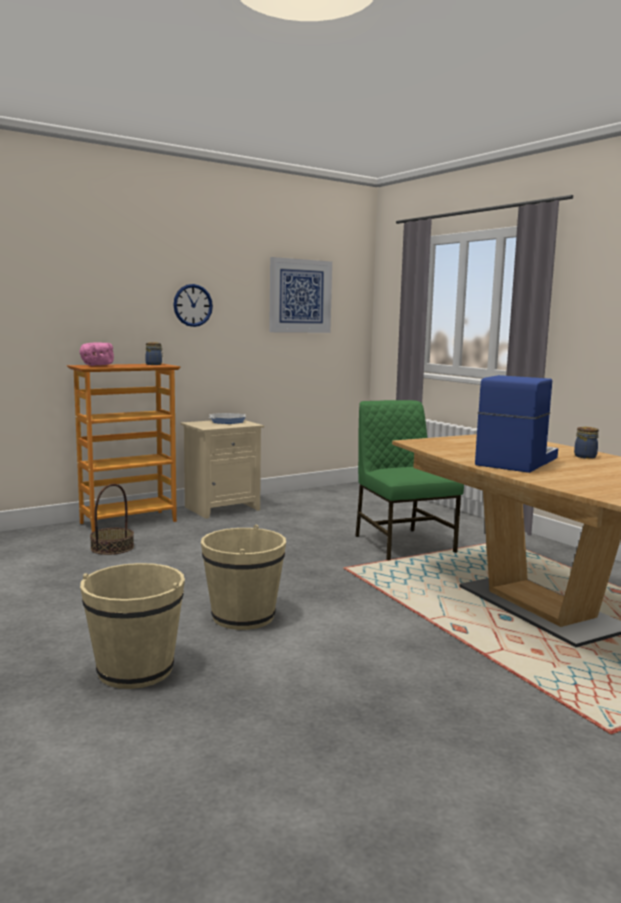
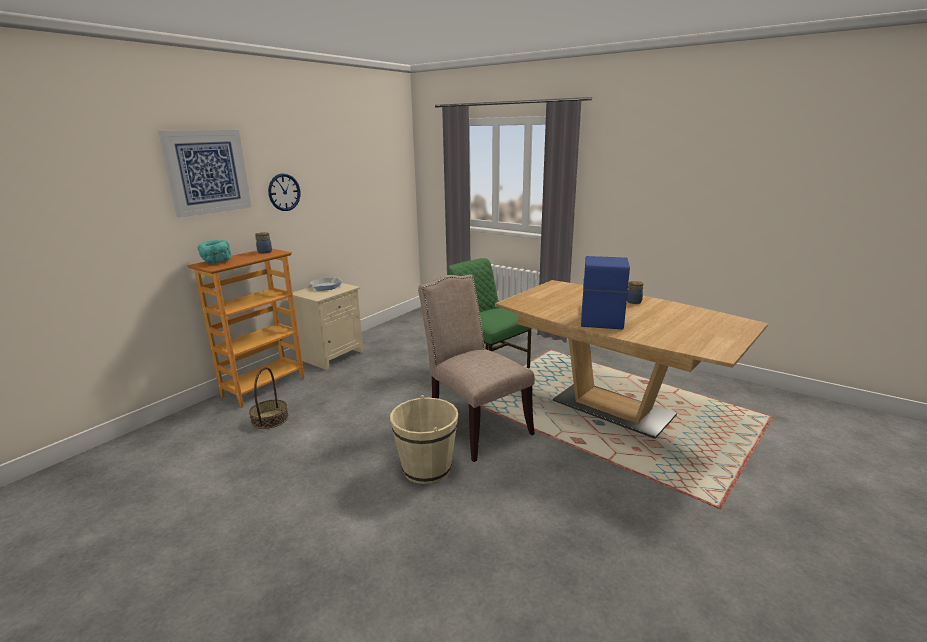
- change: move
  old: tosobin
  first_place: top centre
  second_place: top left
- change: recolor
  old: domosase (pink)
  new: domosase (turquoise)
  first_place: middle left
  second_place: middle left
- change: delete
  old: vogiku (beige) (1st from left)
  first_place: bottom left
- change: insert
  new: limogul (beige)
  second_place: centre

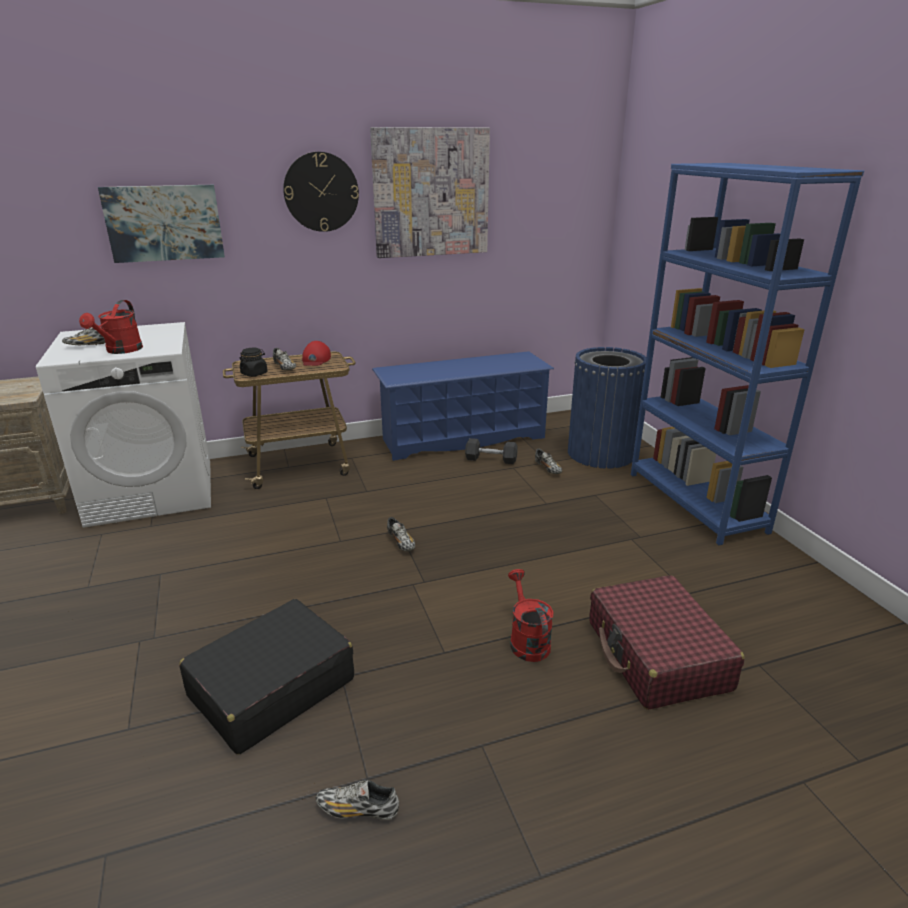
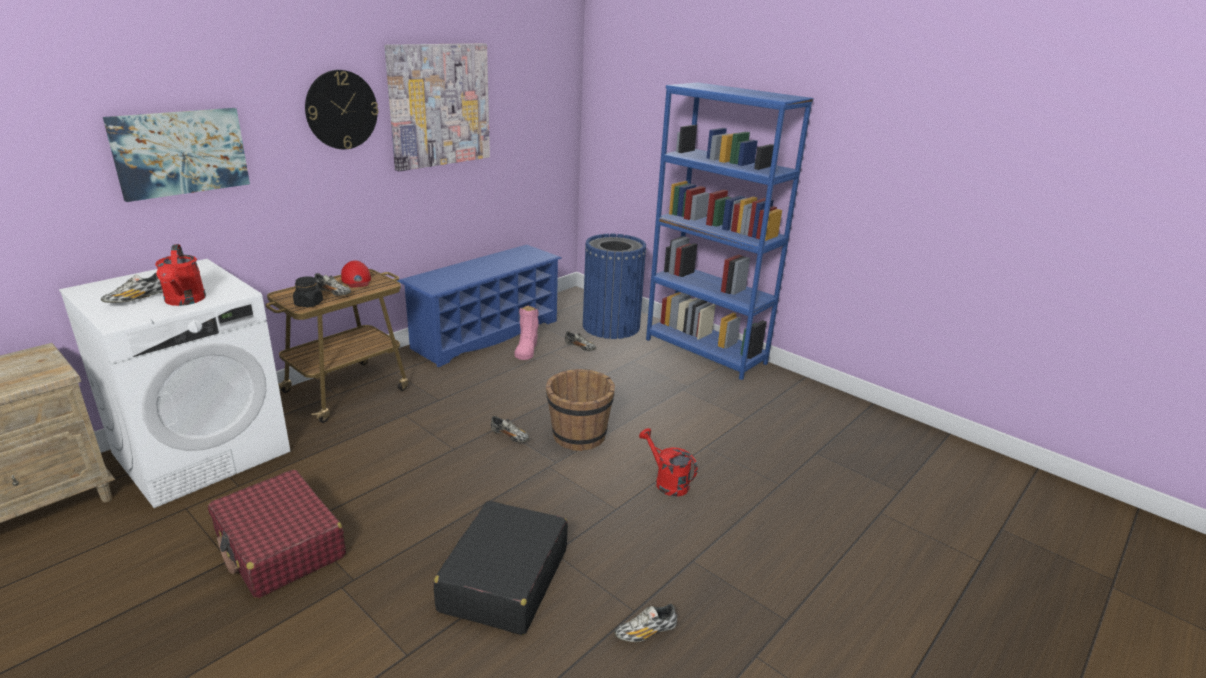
- change: replace
  old: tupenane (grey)
  new: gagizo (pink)
  first_place: centre
  second_place: centre
- change: move
  old: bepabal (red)
  first_place: bottom right
  second_place: bottom left
- change: insert
  new: vogiku (brown)
  second_place: centre

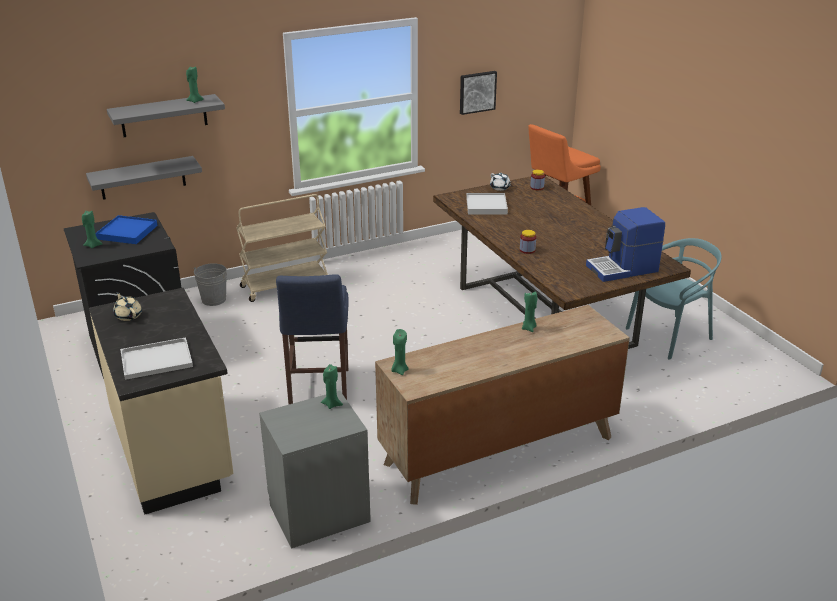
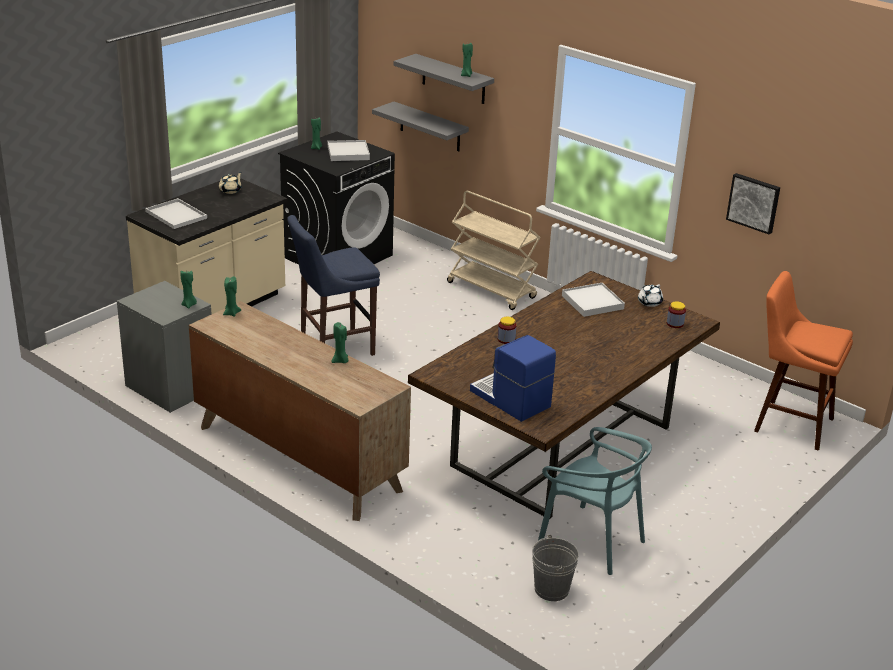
- change: recolor
  old: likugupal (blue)
  new: likugupal (white) (2nd from left)
  first_place: middle left
  second_place: top centre
- change: move
  old: vogiku (grey)
  first_place: middle left
  second_place: bottom centre

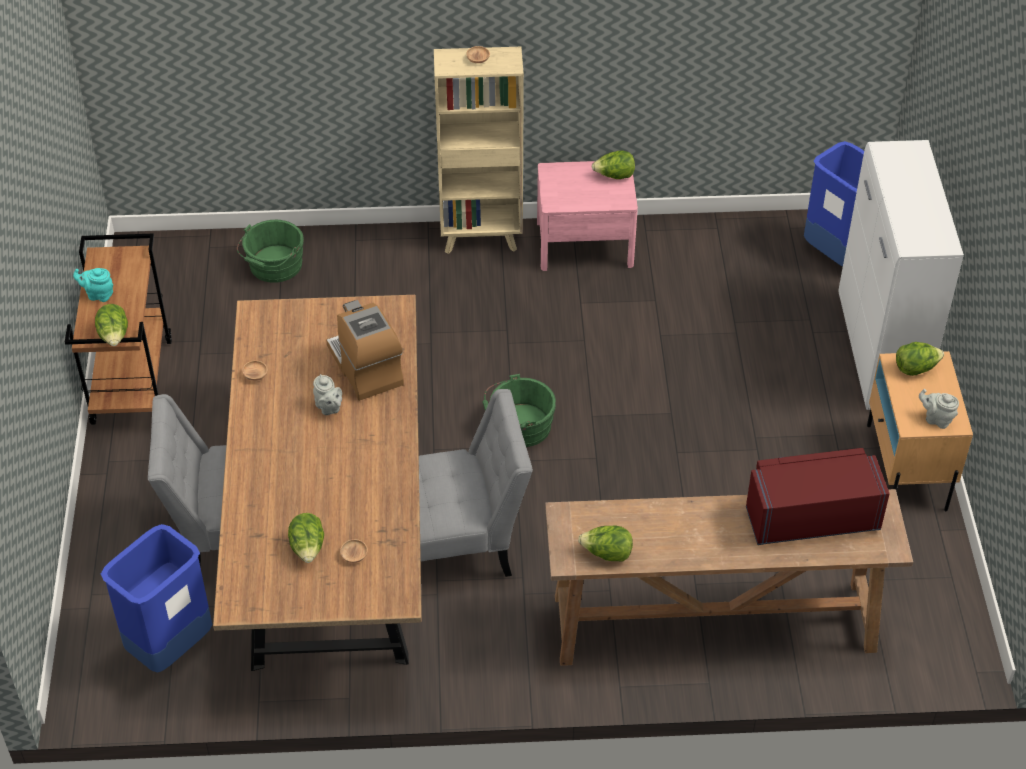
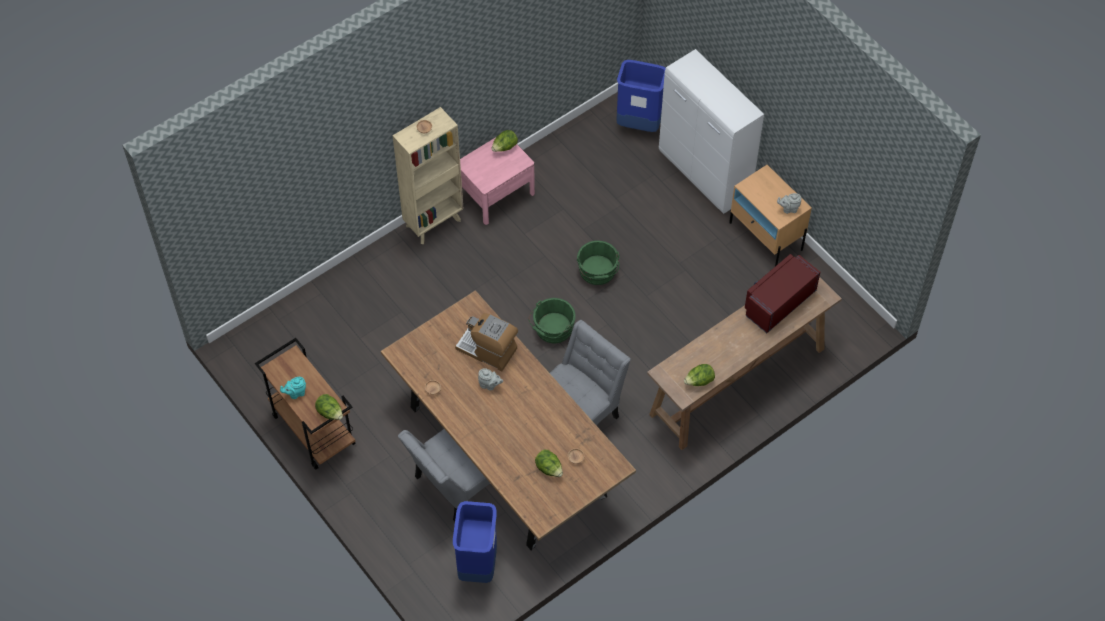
- change: move
  old: vogiku (green) (1st from left in the first image)
  new: vogiku (green) (2nd from left)
  first_place: top left
  second_place: centre
- change: delete
  old: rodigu (5th from left)
  first_place: middle right

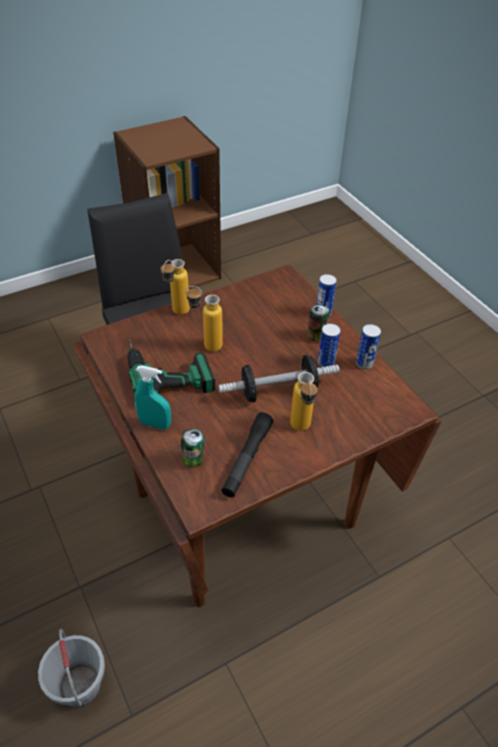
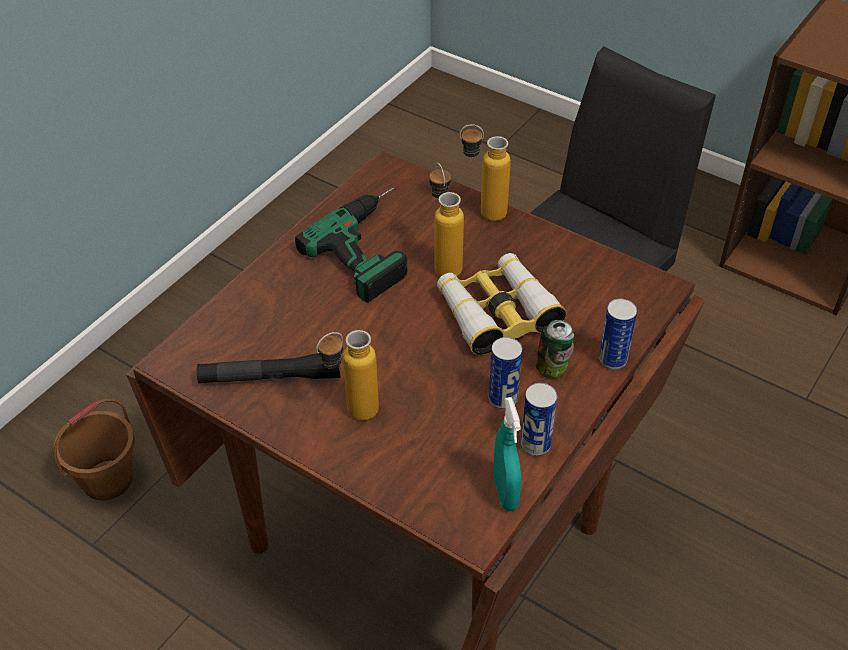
- change: delete
  old: tupenane
  first_place: centre
- change: move
  old: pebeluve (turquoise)
  first_place: middle left
  second_place: bottom centre
- change: delete
  old: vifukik (1st from left)
  first_place: centre
- change: recolor
  old: vogiku (grey)
  new: vogiku (brown)
  first_place: bottom left
  second_place: bottom left
- change: insert
  new: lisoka
  second_place: centre

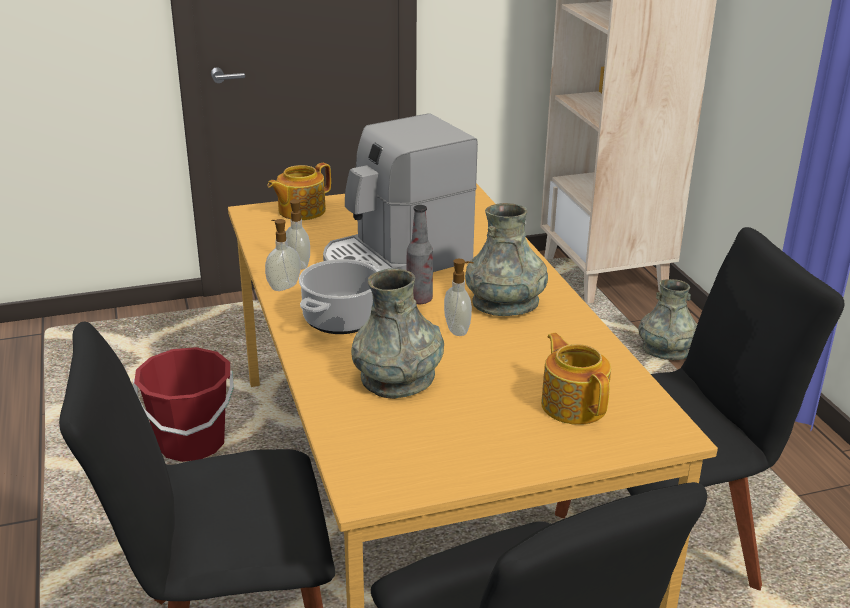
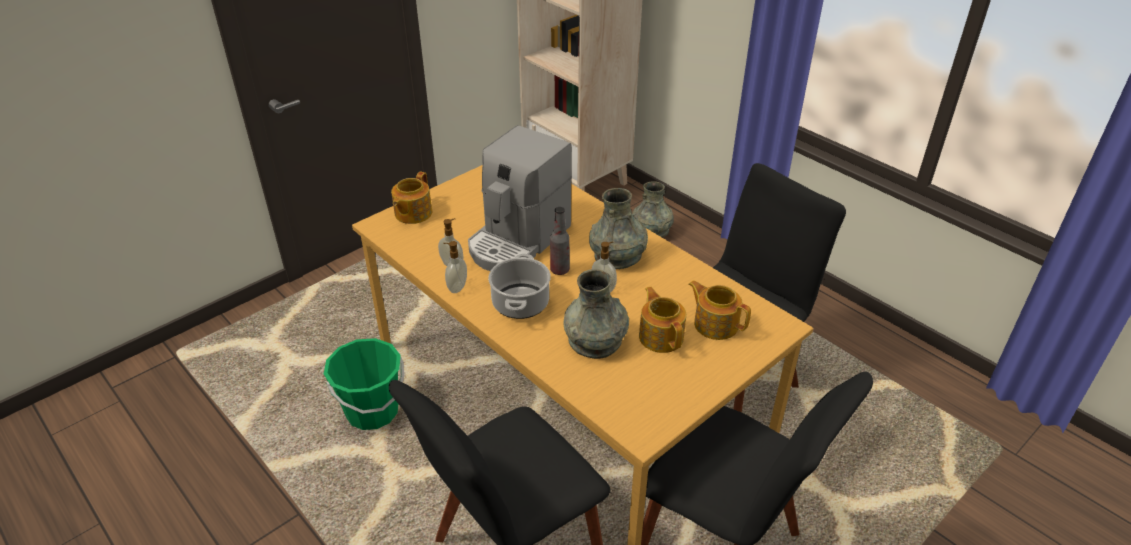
- change: recolor
  old: vogiku (red)
  new: vogiku (green)
  first_place: middle left
  second_place: bottom left
- change: insert
  new: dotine (2nd from left)
  second_place: centre

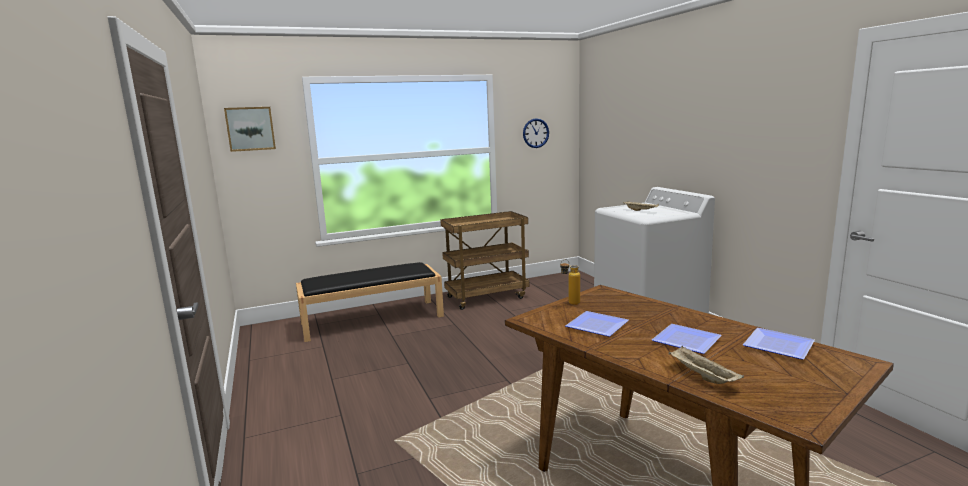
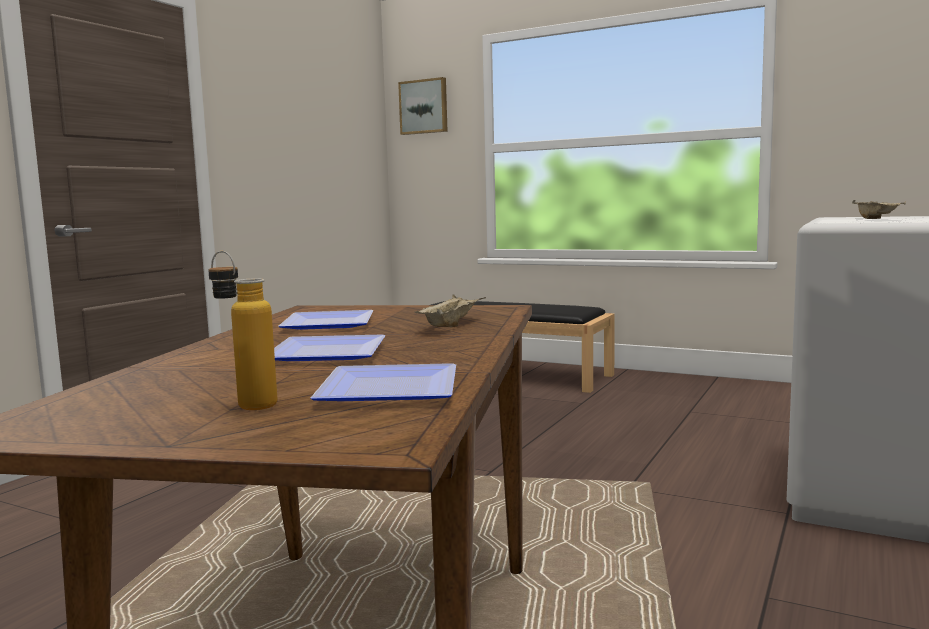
- change: delete
  old: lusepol
  first_place: top centre
- change: delete
  old: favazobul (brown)
  first_place: centre
- change: move
  old: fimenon
  first_place: centre
  second_place: middle left
- change: move
  old: likugupal (beige) (2nd from left in the first image)
  new: likugupal (beige) (1st from left)
  first_place: bottom right
  second_place: centre

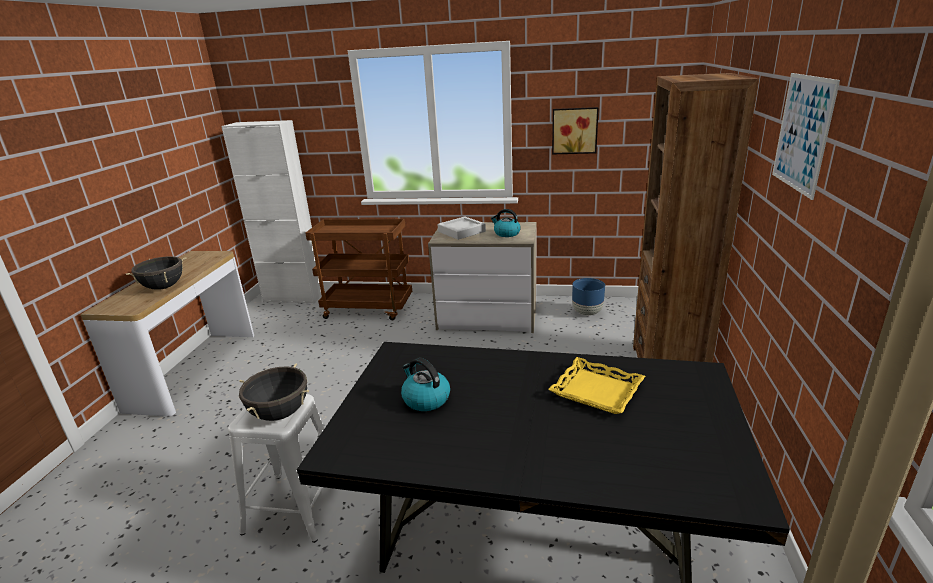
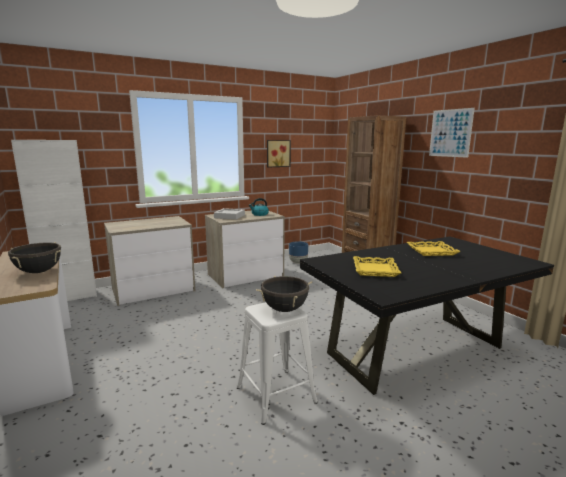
- change: replace
  old: favazobul (brown)
  new: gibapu (1st from left)
  first_place: centre
  second_place: middle left
- change: replace
  old: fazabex (1st from left)
  new: likugupal (yellow) (1st from left)
  first_place: centre
  second_place: centre

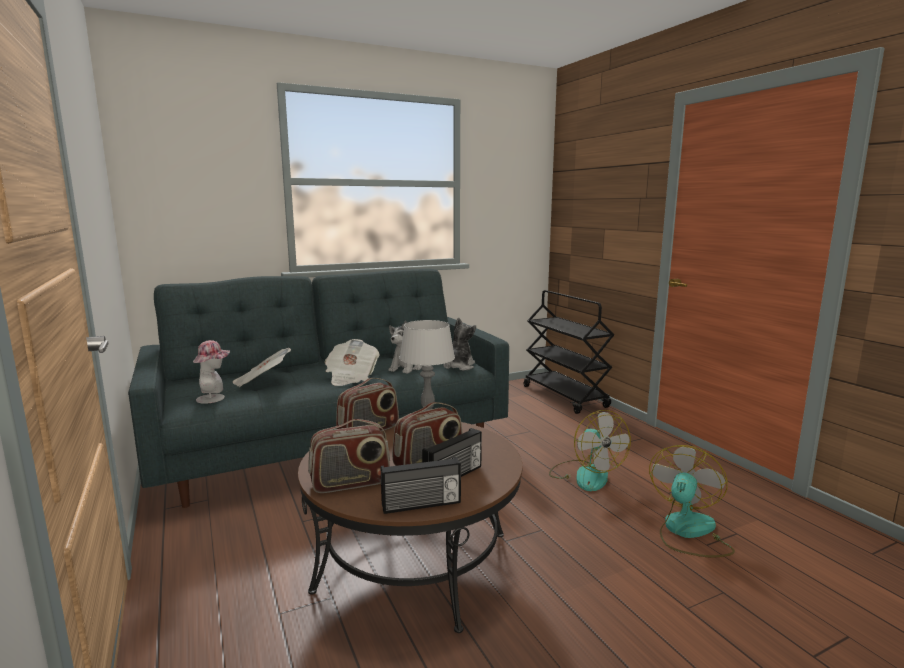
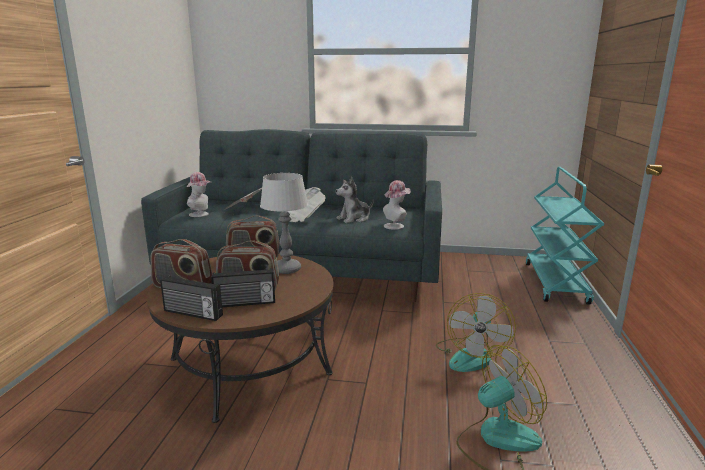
- change: recolor
  old: favazobul (black)
  new: favazobul (turquoise)
  first_place: centre
  second_place: middle right
- change: replace
  old: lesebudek (2nd from left)
  new: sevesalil (2nd from left)
  first_place: centre
  second_place: centre

